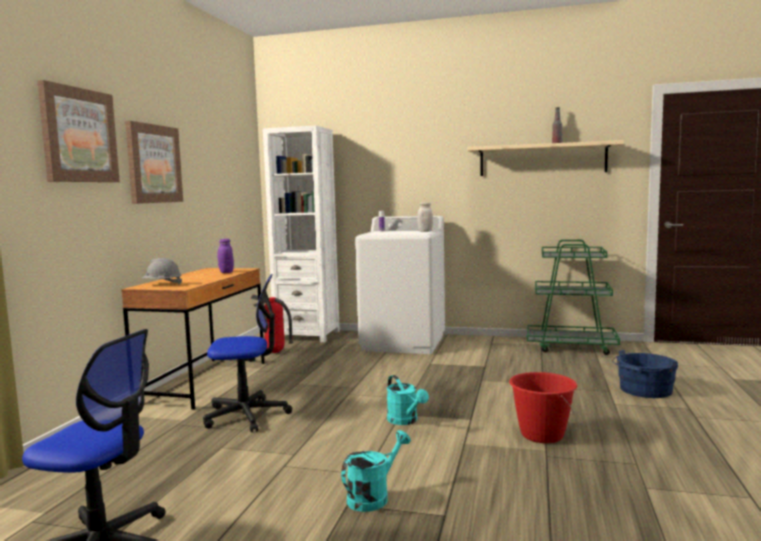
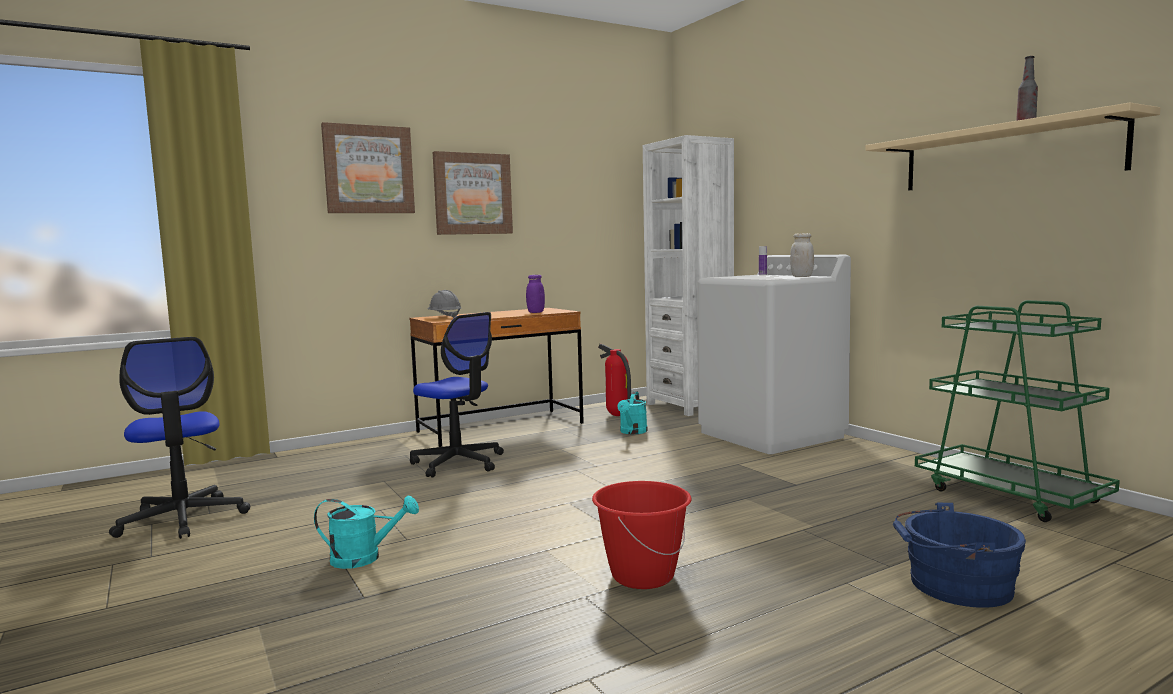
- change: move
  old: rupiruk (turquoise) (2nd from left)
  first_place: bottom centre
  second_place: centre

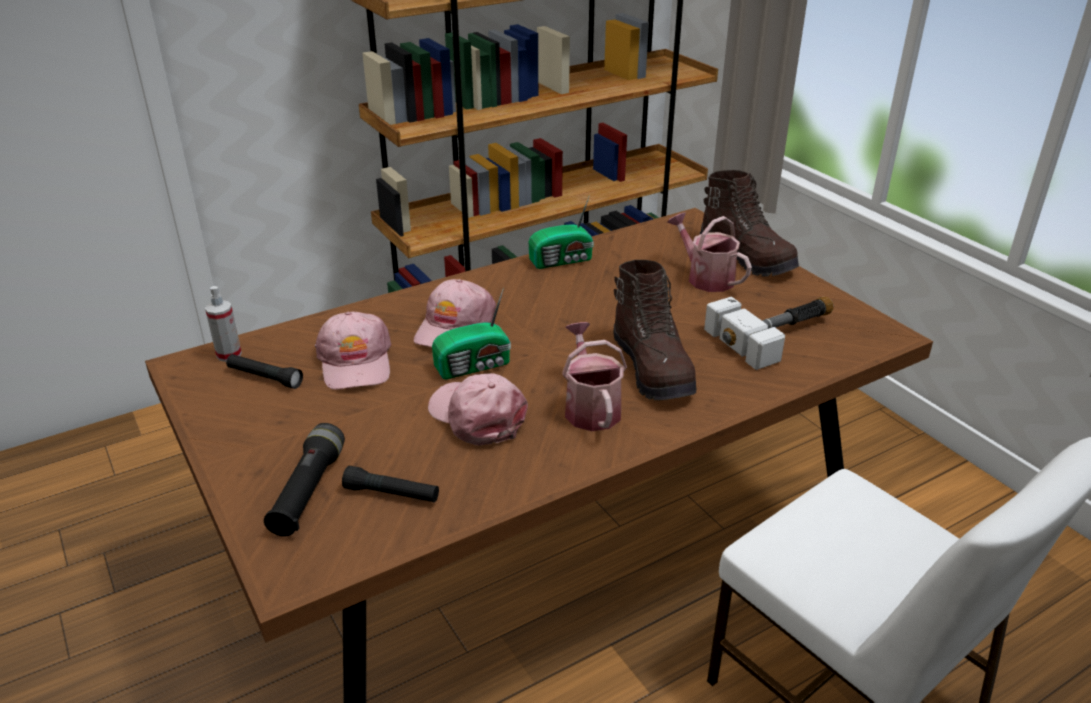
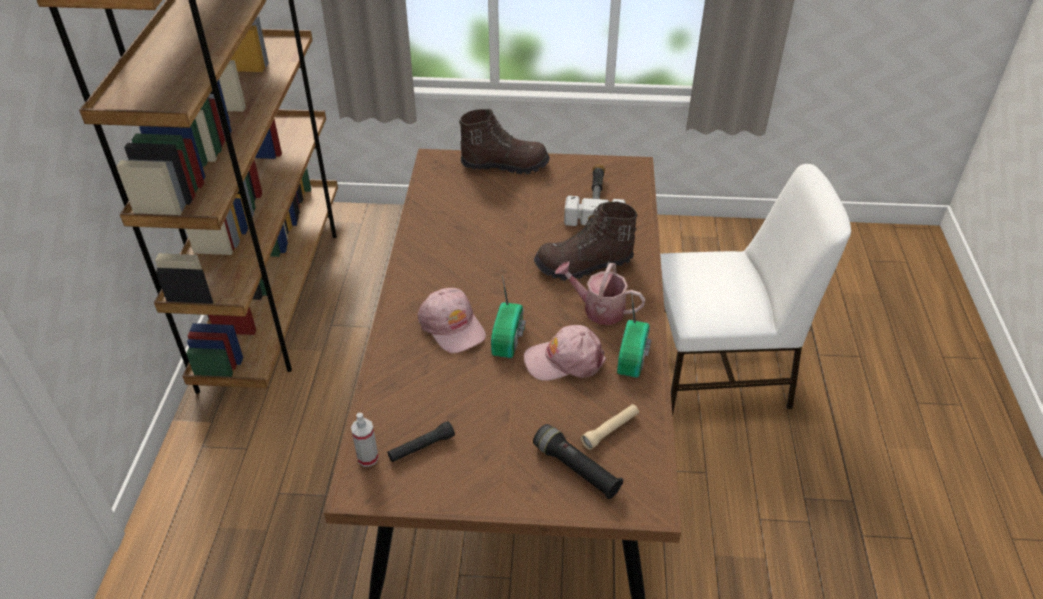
- change: move
  old: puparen (2nd from left)
  first_place: top centre
  second_place: centre
- change: delete
  old: rupiruk (2nd from left)
  first_place: centre
- change: rotate
  old: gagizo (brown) (1st from left in the first image)
  first_place: centre
  second_place: centre
  degrees: 150
- change: delete
  old: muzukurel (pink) (1st from left)
  first_place: middle left
- change: recolor
  old: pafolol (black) (3rd from left)
  new: pafolol (beige)
  first_place: bottom centre
  second_place: bottom centre

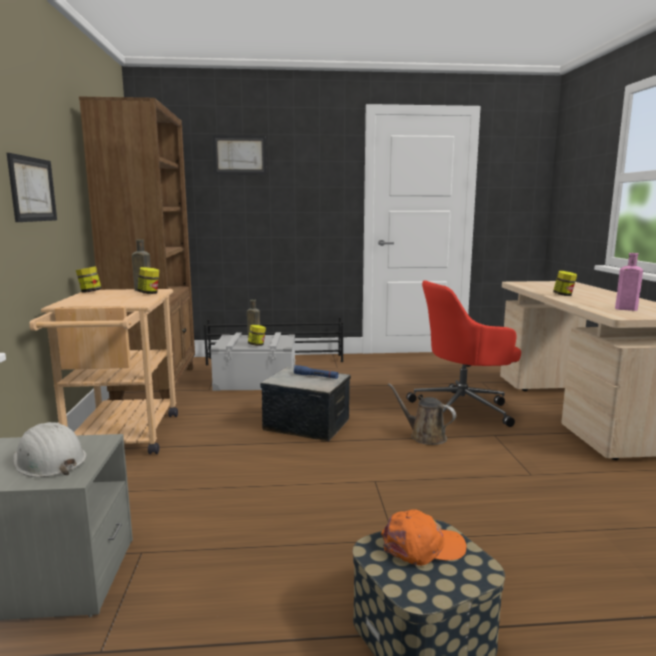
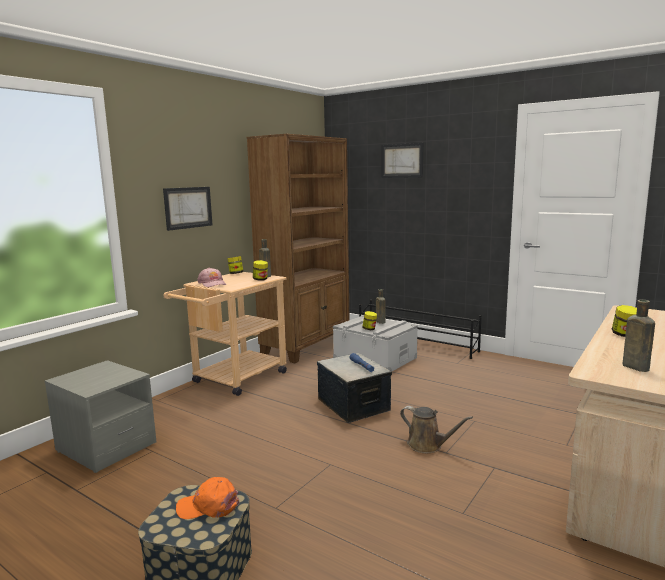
- change: recolor
  old: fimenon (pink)
  new: fimenon (brown) (3rd from left)
  first_place: middle right
  second_place: middle right
- change: delete
  old: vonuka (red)
  first_place: middle right
- change: rotate
  old: rupiruk (brown)
  first_place: centre
  second_place: bottom centre
  degrees: 135
- change: delete
  old: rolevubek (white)
  first_place: bottom left
- change: rotate
  old: muzukurel (orange)
  first_place: bottom centre
  second_place: bottom left
  degrees: 150
- change: insert
  new: muzukurel (pink)
  second_place: middle left

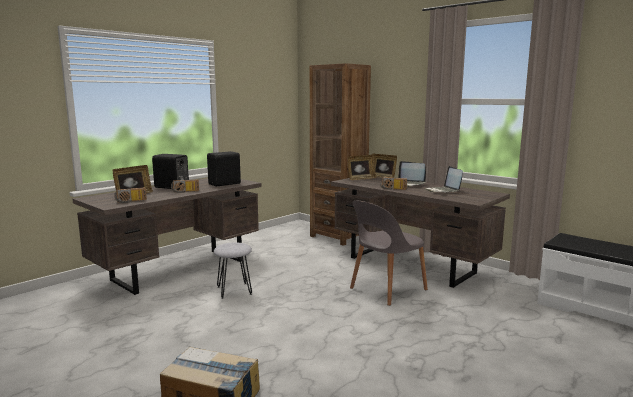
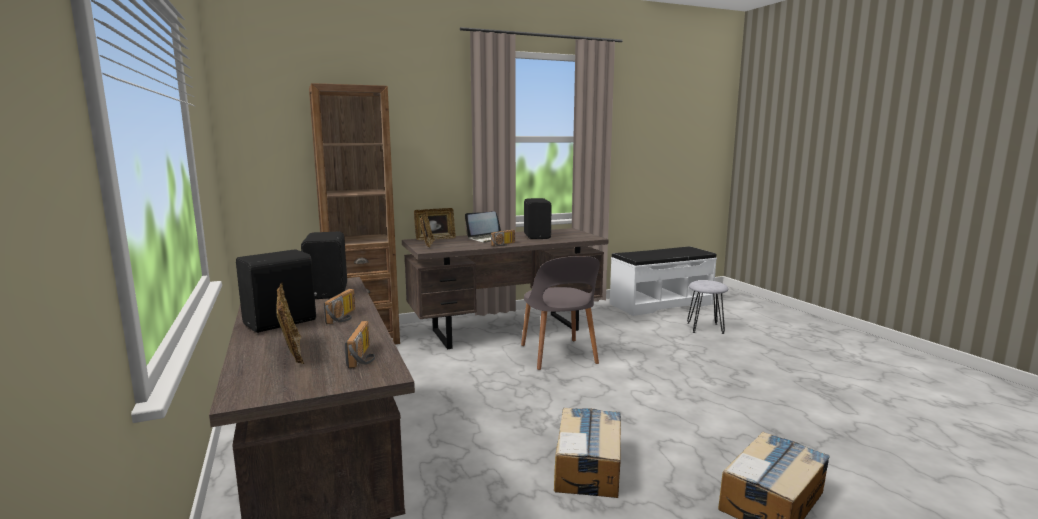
- change: replace
  old: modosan (2nd from left)
  new: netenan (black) (3rd from left)
  first_place: middle right
  second_place: centre
- change: move
  old: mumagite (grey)
  first_place: bottom centre
  second_place: middle right
- change: insert
  new: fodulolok (1st from left)
  second_place: bottom centre

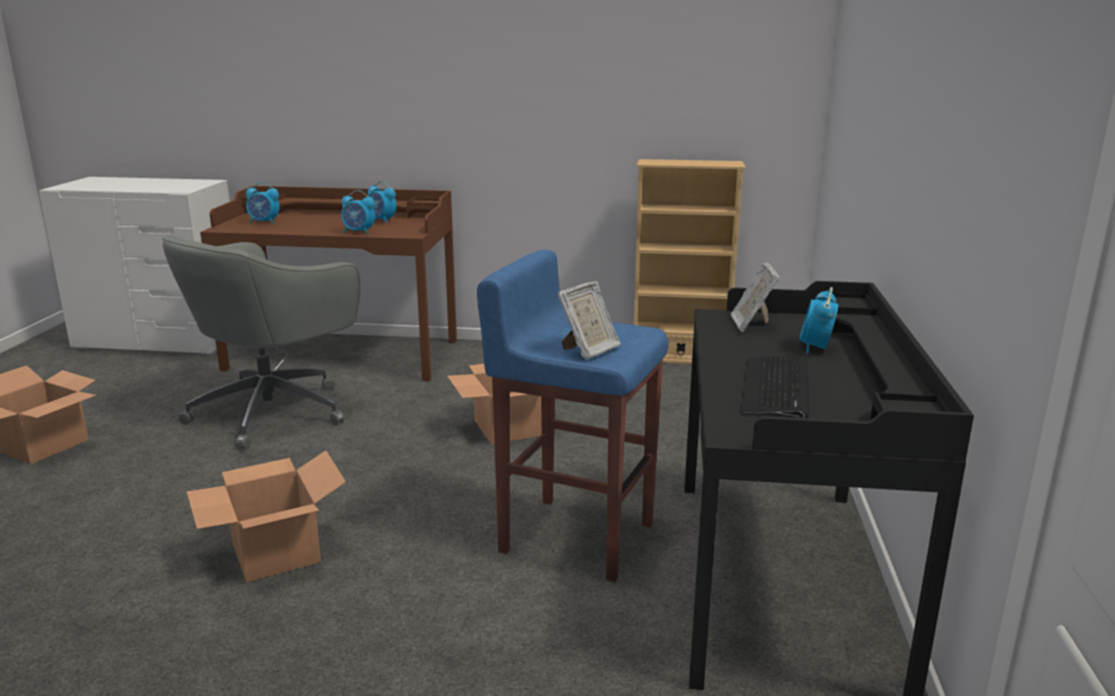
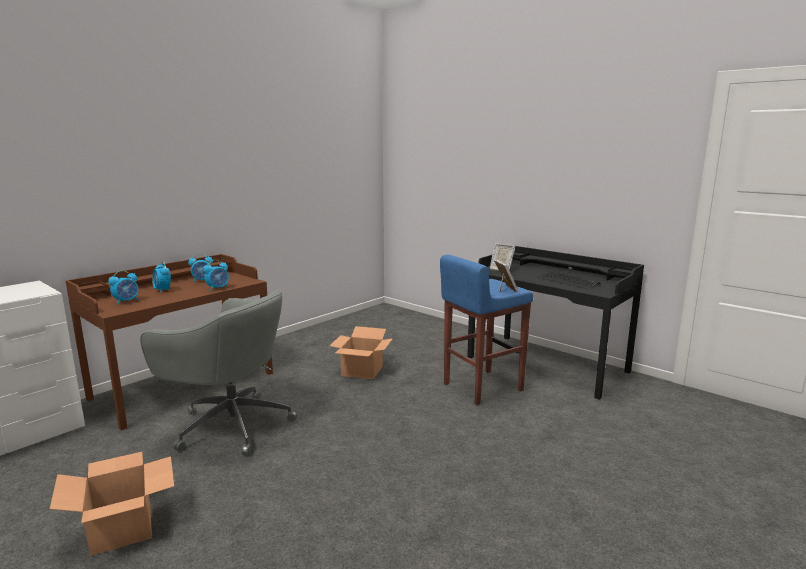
- change: delete
  old: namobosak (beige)
  first_place: centre
- change: rotate
  old: vonuka (grey)
  first_place: middle left
  second_place: middle left
  degrees: -45
- change: move
  old: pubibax (4th from left in the first image)
  new: pubibax (2nd from left)
  first_place: middle right
  second_place: middle left
- change: delete
  old: fodulolok (2nd from left)
  first_place: bottom left

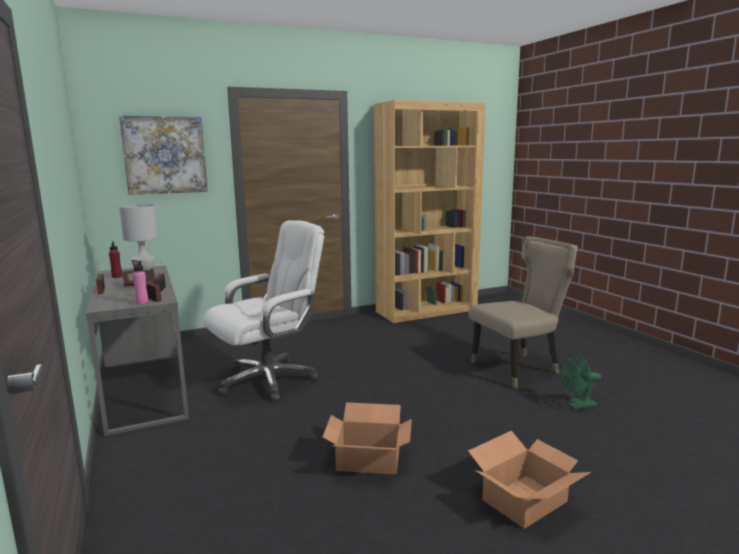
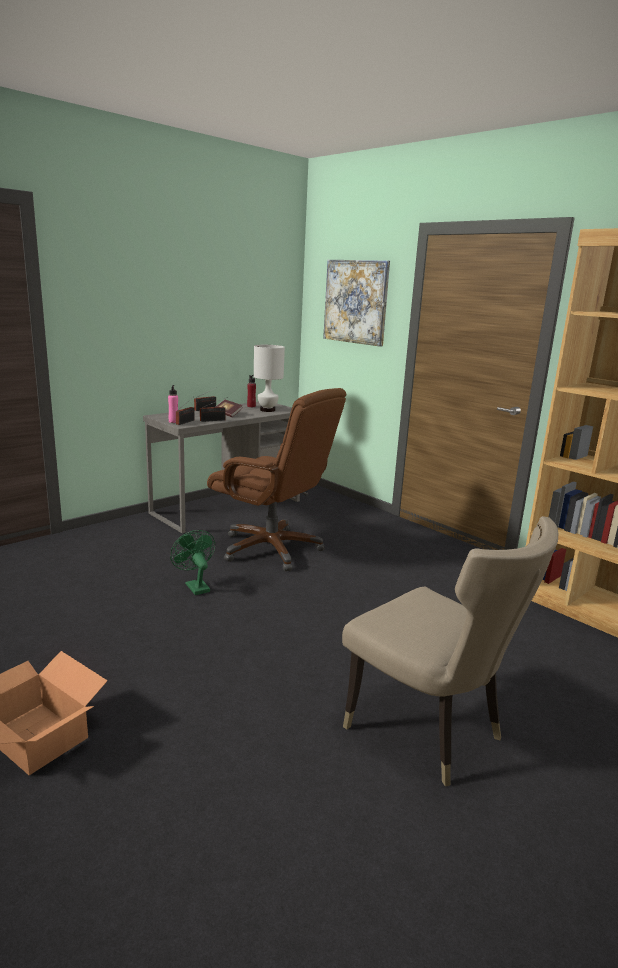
- change: recolor
  old: vonuka (white)
  new: vonuka (brown)
  first_place: centre
  second_place: centre
- change: move
  old: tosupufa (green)
  first_place: bottom right
  second_place: middle left
- change: delete
  old: fodulolok (1st from left)
  first_place: bottom centre

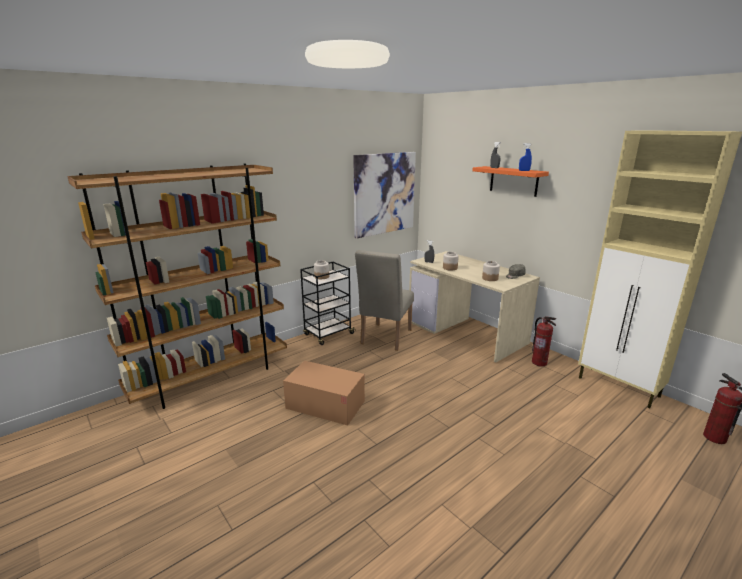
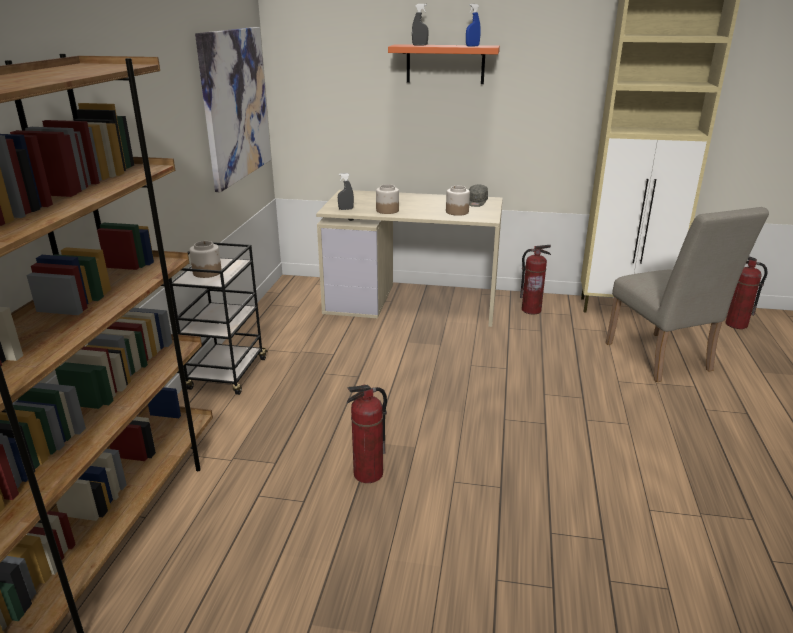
- change: move
  old: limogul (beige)
  first_place: centre
  second_place: middle right
- change: replace
  old: fodulolok
  new: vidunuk (1st from left)
  first_place: bottom centre
  second_place: bottom centre

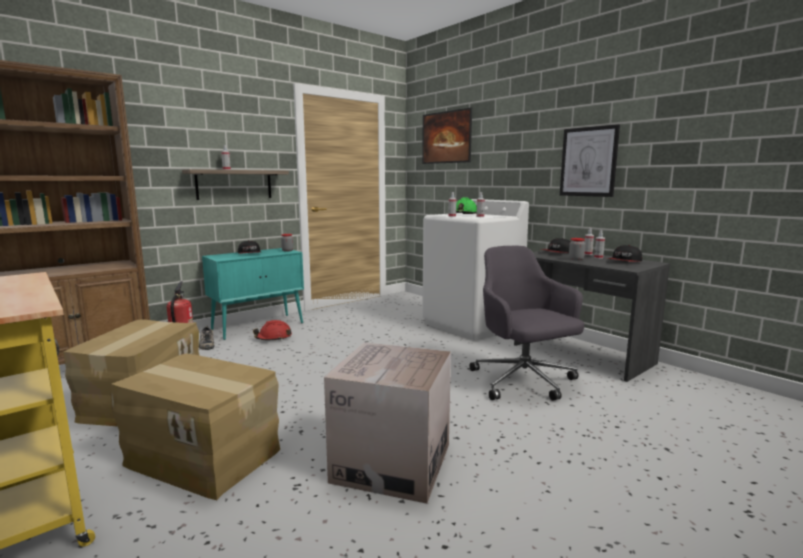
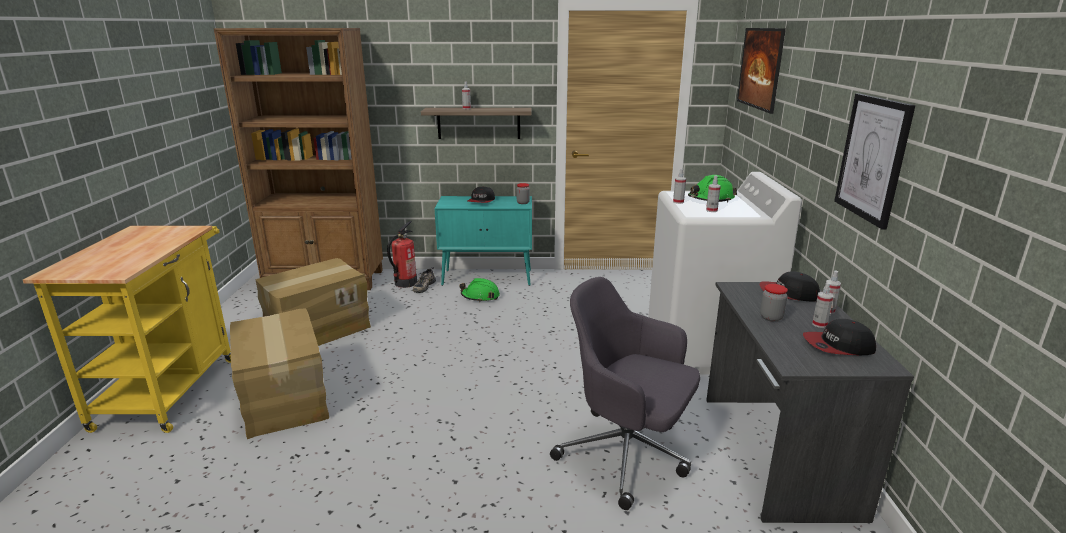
- change: rotate
  old: vonuka (grey)
  first_place: centre
  second_place: bottom centre
  degrees: -75
- change: recolor
  old: rolevubek (red)
  new: rolevubek (green) (1st from left)
  first_place: centre
  second_place: centre
- change: delete
  old: fodulolok (3rd from left)
  first_place: bottom centre

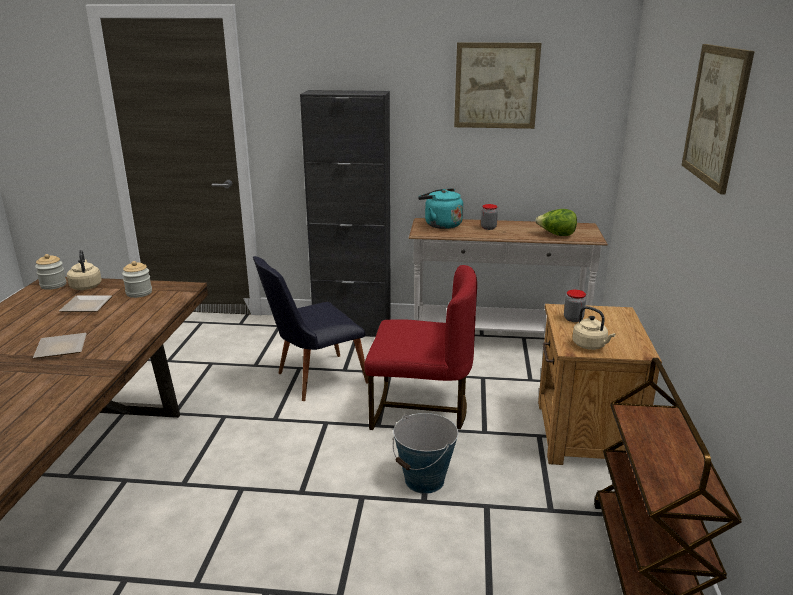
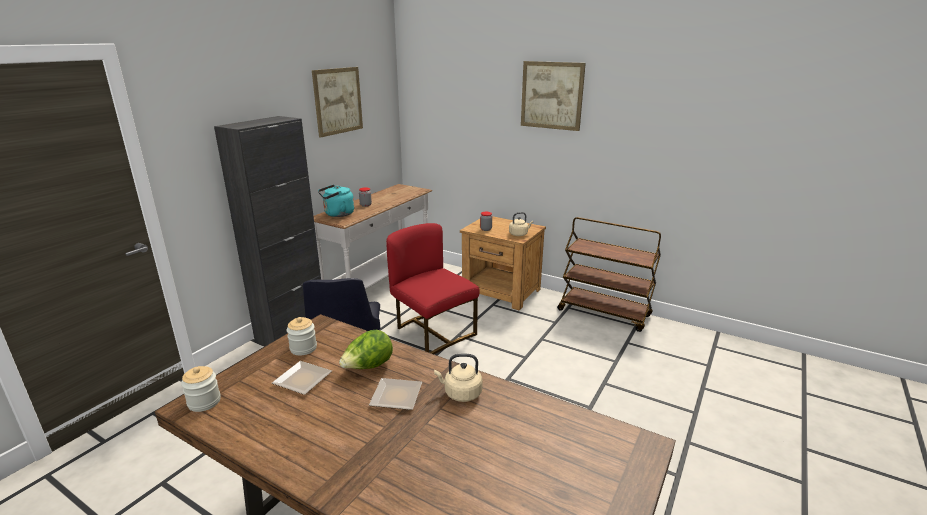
- change: move
  old: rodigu
  first_place: middle right
  second_place: bottom centre
- change: move
  old: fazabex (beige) (1st from left)
  first_place: middle left
  second_place: bottom centre
- change: rotate
  old: limogul (red)
  first_place: centre
  second_place: centre
  degrees: -75
- change: delete
  old: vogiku
  first_place: bottom centre

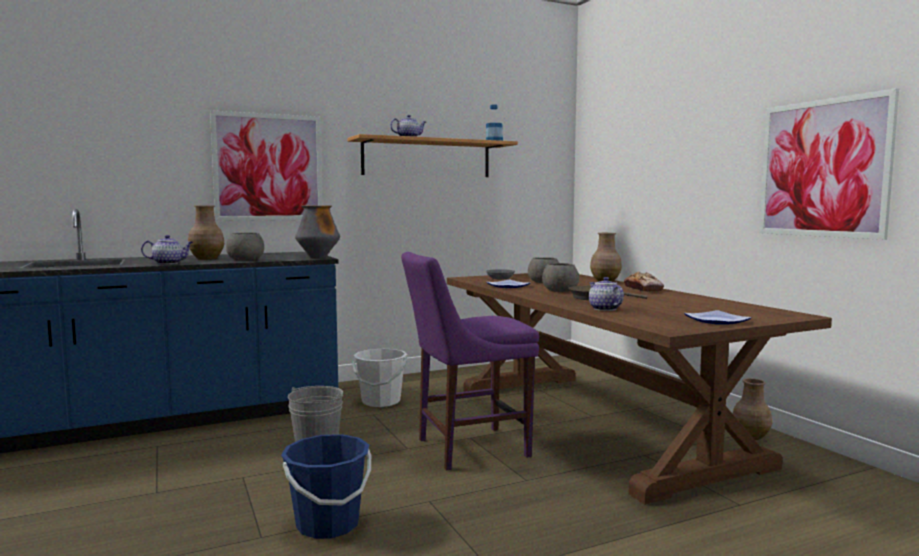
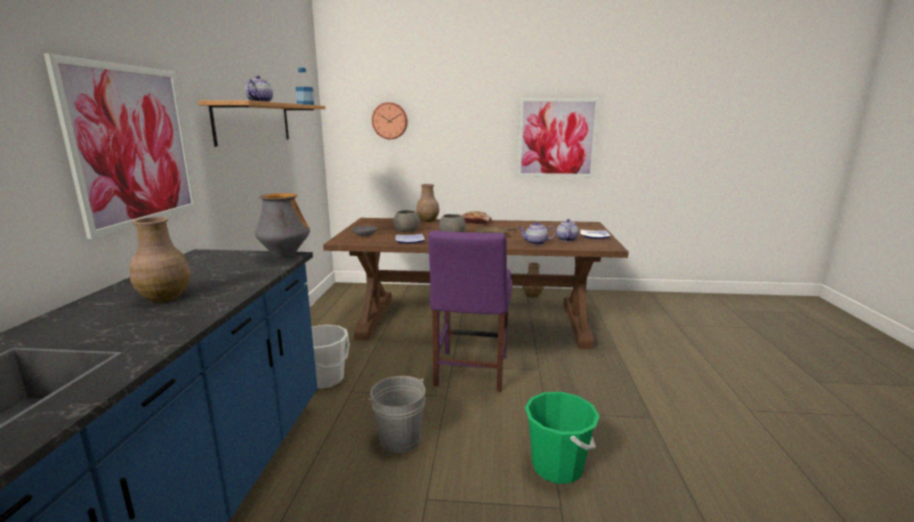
- change: delete
  old: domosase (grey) (1st from left)
  first_place: middle left
- change: move
  old: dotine (1st from left in the first image)
  new: dotine (3rd from left)
  first_place: middle left
  second_place: centre
- change: recolor
  old: vogiku (blue)
  new: vogiku (green)
  first_place: bottom centre
  second_place: bottom centre
- change: insert
  new: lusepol
  second_place: top centre

